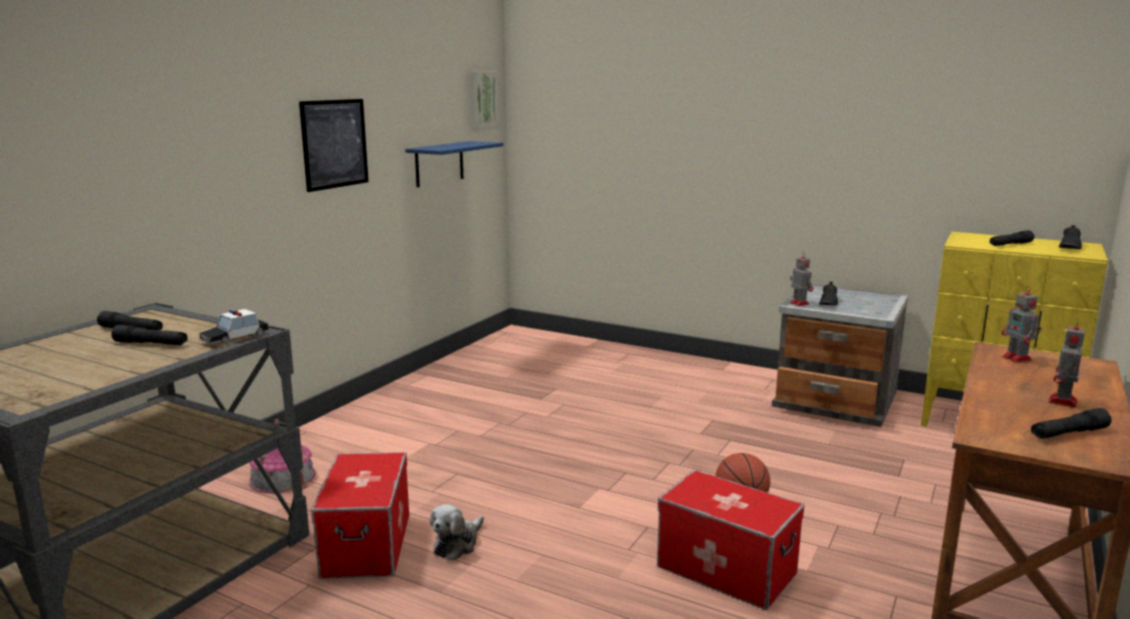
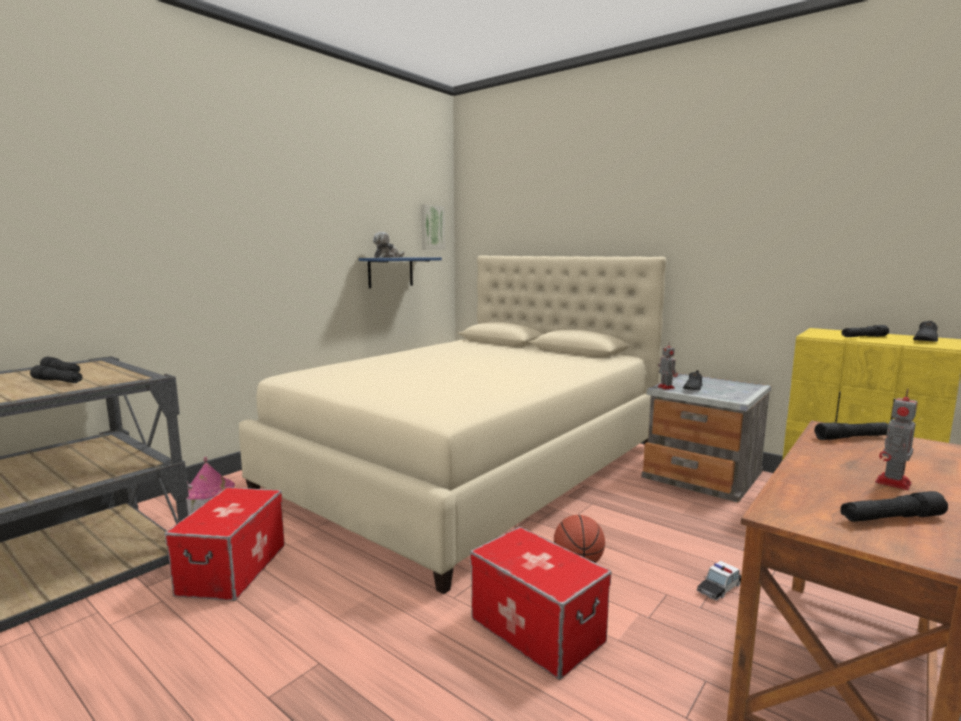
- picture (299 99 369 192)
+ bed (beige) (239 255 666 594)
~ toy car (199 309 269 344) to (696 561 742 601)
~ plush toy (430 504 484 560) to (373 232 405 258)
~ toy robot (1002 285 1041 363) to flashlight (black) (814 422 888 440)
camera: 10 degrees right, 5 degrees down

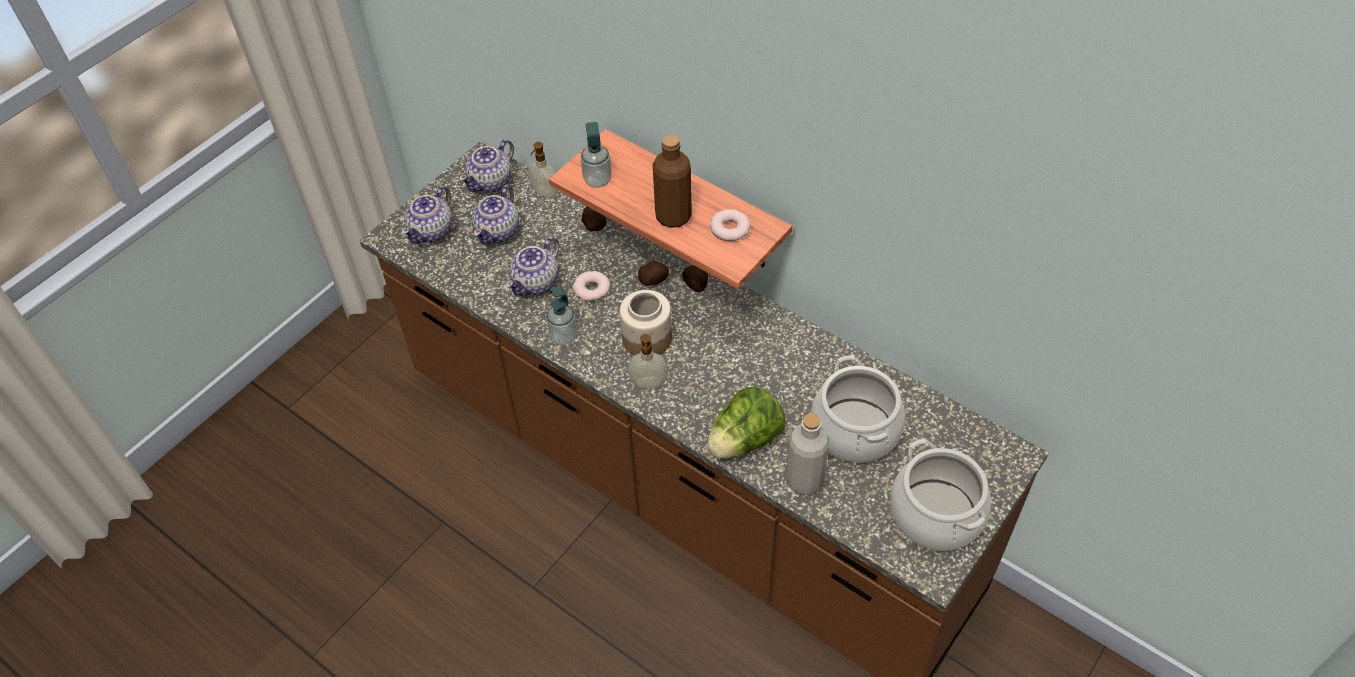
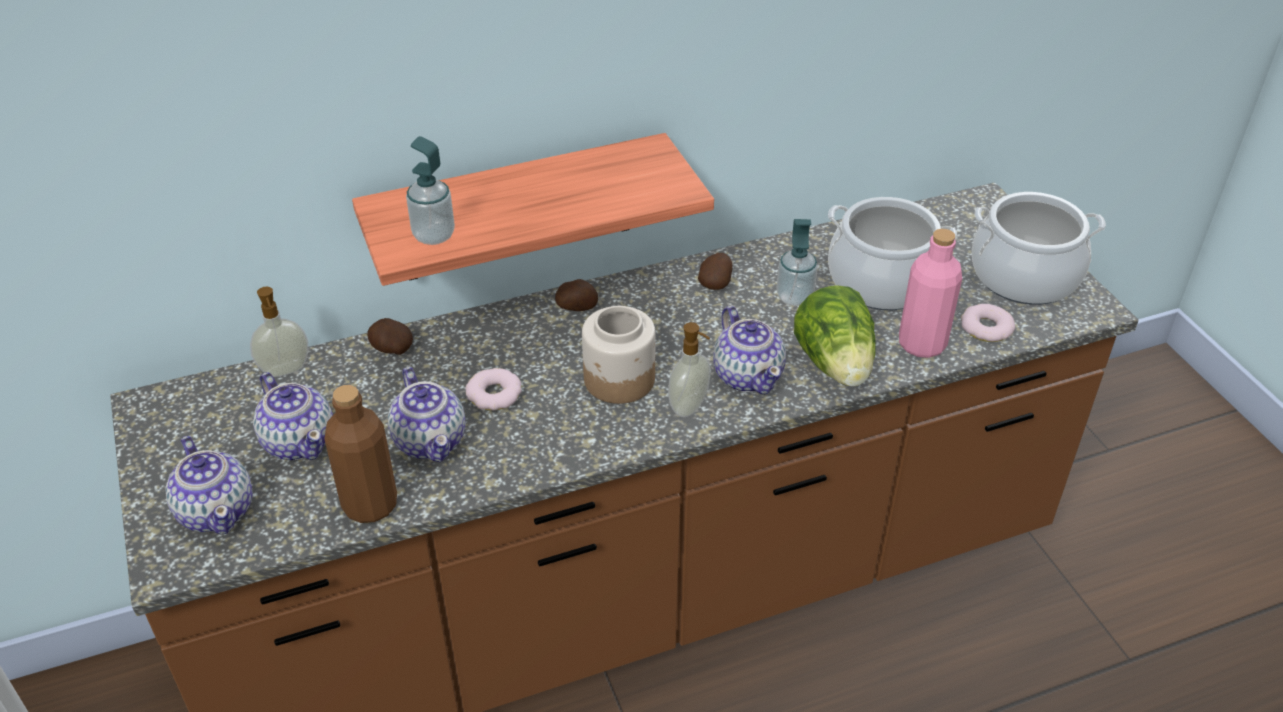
~ teapot (459 139 514 193) to (713 306 786 394)
~ soap dispenser (546 287 577 345) to (776 219 818 306)
~ potato (638 261 669 286) to (698 253 733 290)
~ bottle (brown) (653 135 692 228) to (324 385 397 523)
~ donut (710 209 751 241) to (961 304 1015 342)
~ bottle (grey) (786 413 829 495) to bottle (pink) (899 229 962 358)
camera: 60 degrees left, 10 degrees down

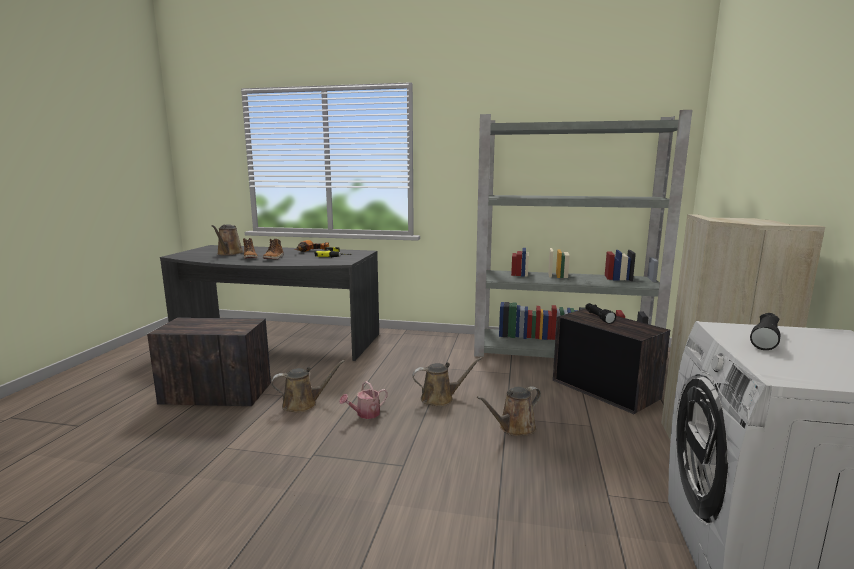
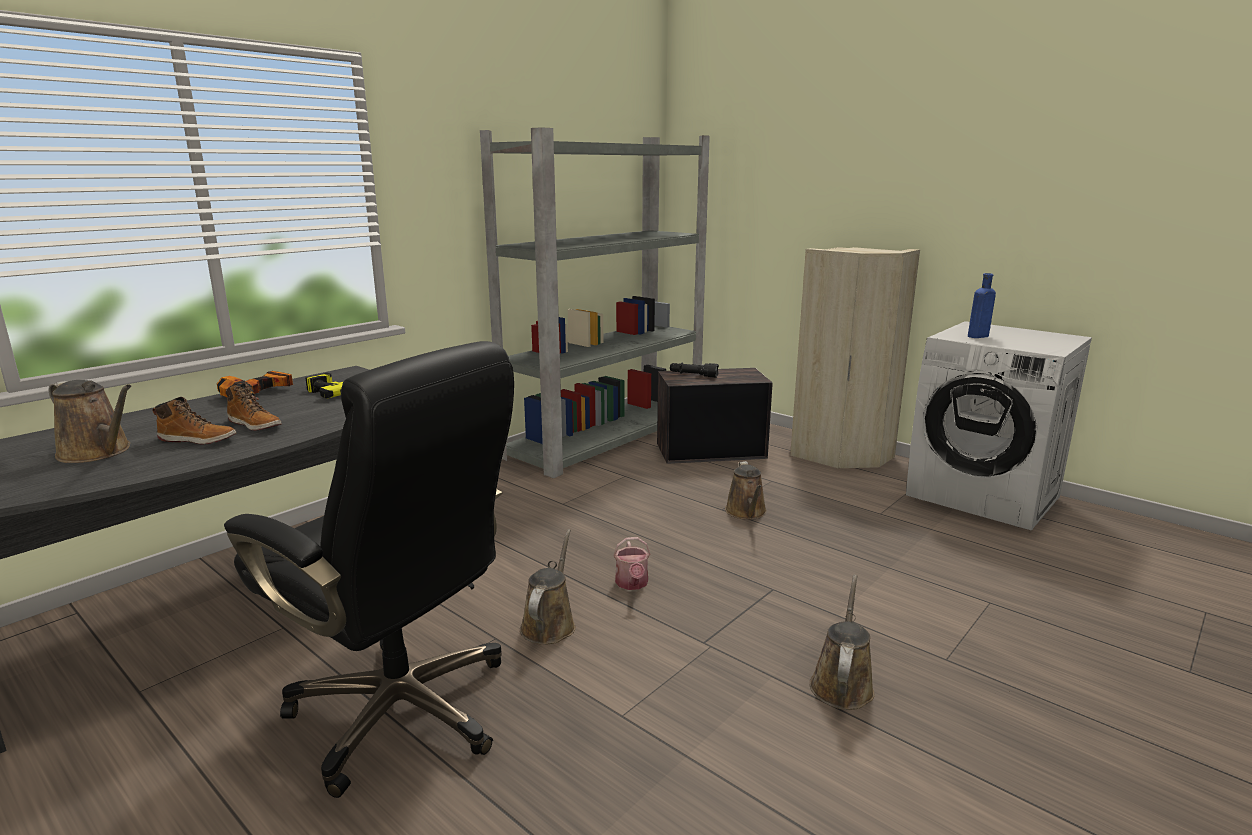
~ watering can (brown) (413 357 482 406) to (809 575 875 710)
~ crate (147 317 271 406) to office chair (black) (224 341 514 798)
~ flashlight (black) (750 313 781 350) to bottle (blue) (968 273 996 338)
camera: 60 degrees left, 5 degrees up

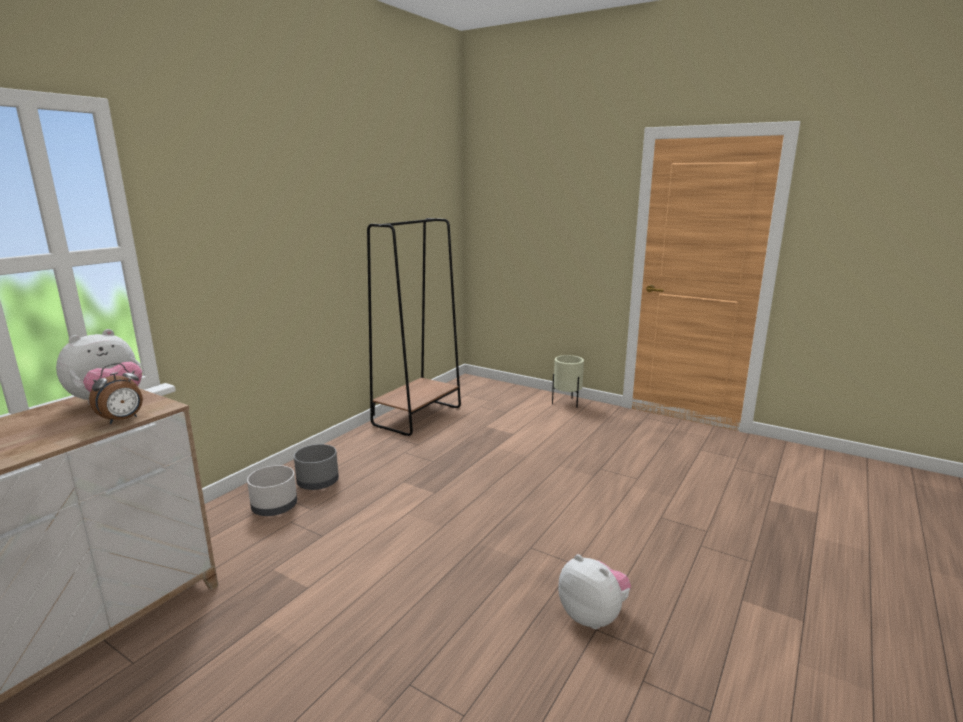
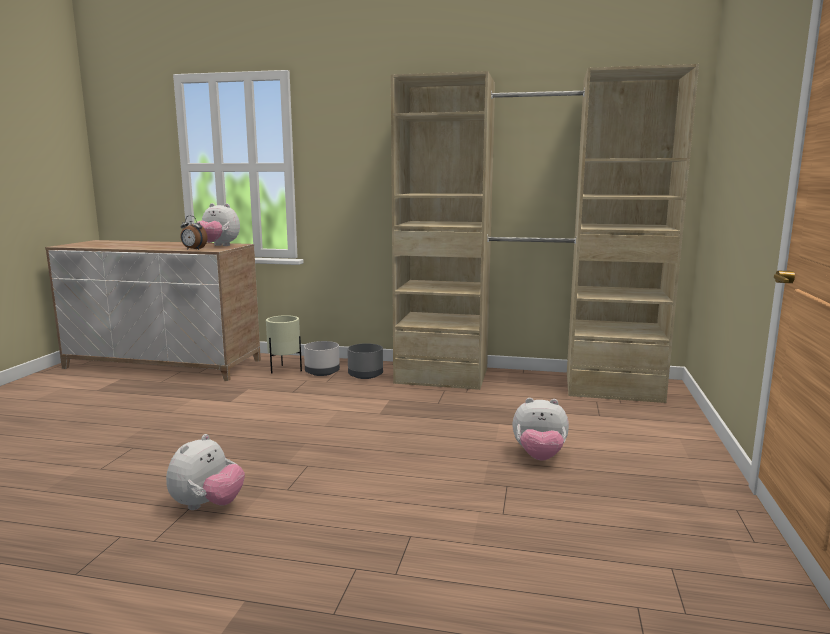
+ plush toy (512 398 569 461)
~ planter (beige) (552 355 584 408) to (266 315 302 374)
~ clothes rack (367 218 461 436) to wardrobe (beige) (391 64 699 403)
camera: 70 degrees right, 5 degrees down

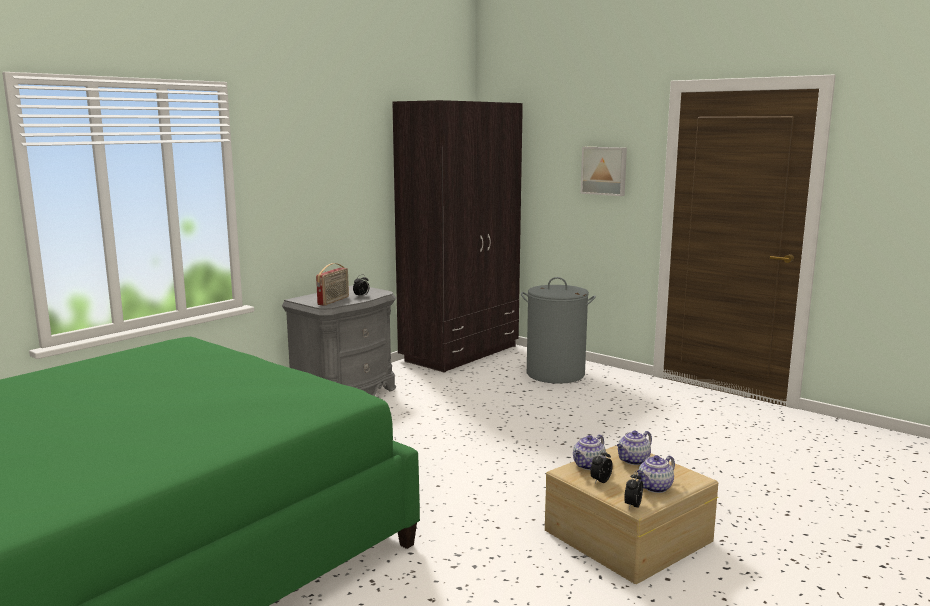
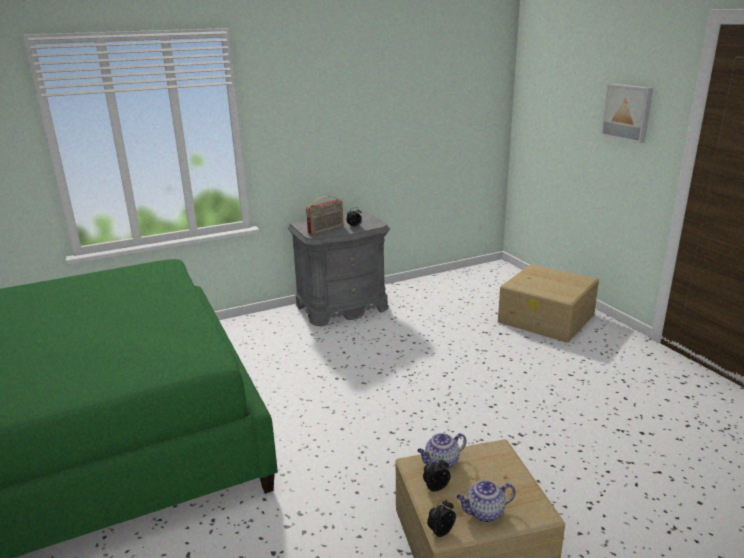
- wardrobe (brown) (392 100 523 373)
- teapot (617 430 652 465)
~ laundry basket (grey) (521 277 596 384) to storage box (beige) (498 264 599 343)
camera: 25 degrees right, 10 degrees up

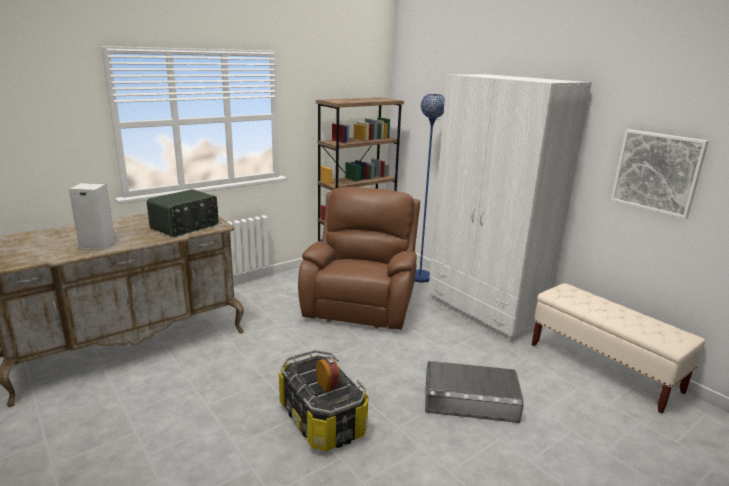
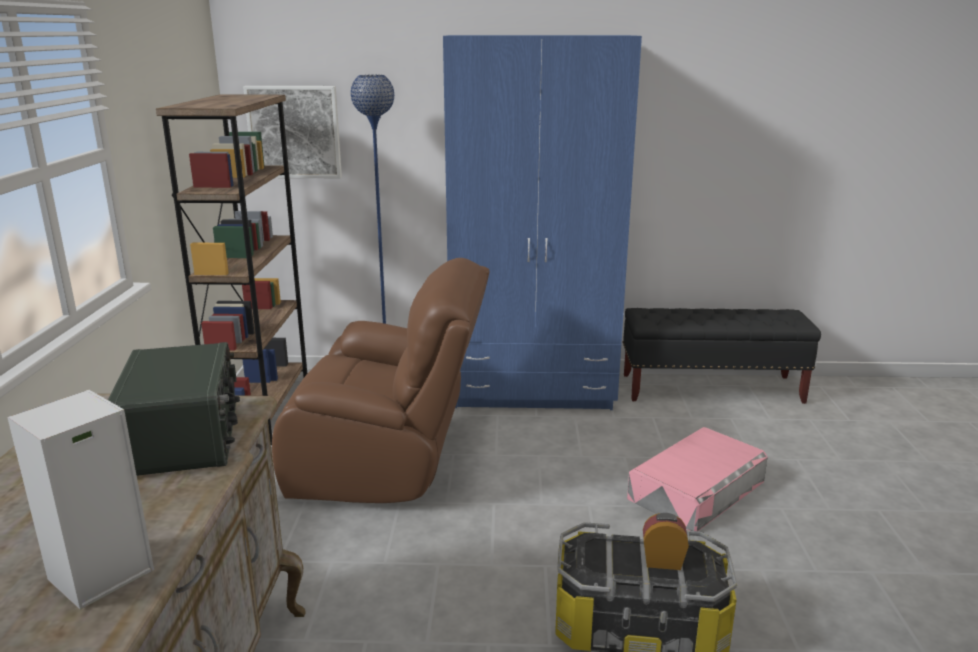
~ picture (611 129 709 219) to (243 86 342 178)
~ storage box (grey) (425 361 524 423) to storage box (pink) (627 427 768 531)
~ wardrobe (white) (428 74 592 343) to wardrobe (blue) (443 35 642 410)
~ bench (beige) (532 283 705 414) to bench (black) (622 308 821 404)
~ armchair (brown) (298 187 420 330) = (272 258 489 503) 135 degrees clockwise
camera: 50 degrees left, 0 degrees up

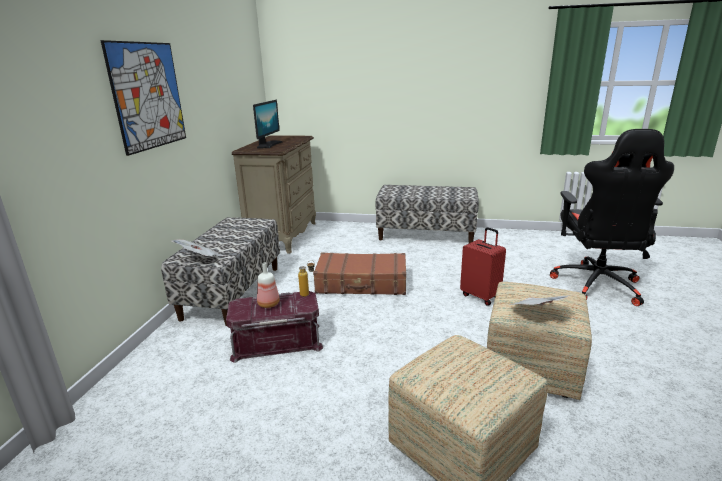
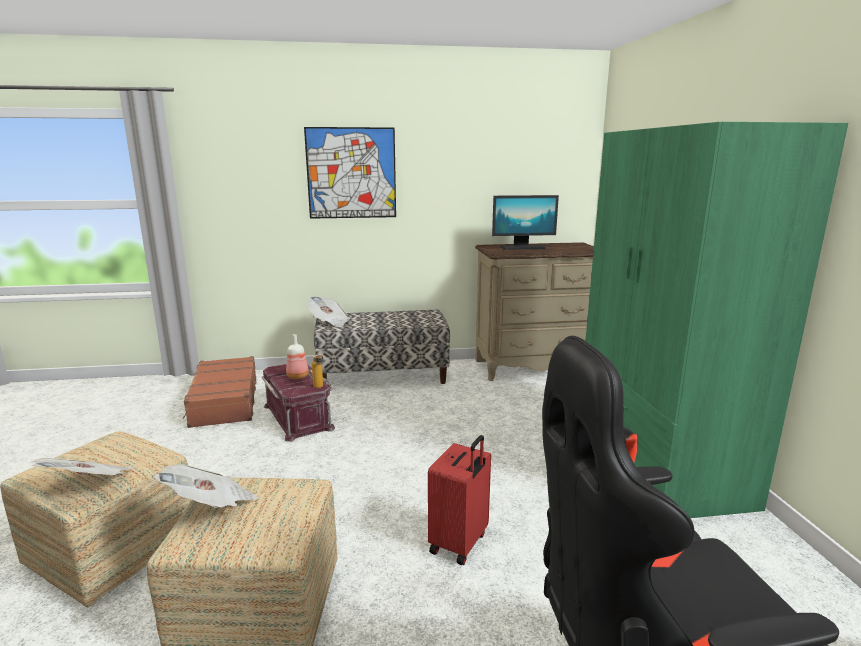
+ newspaper (31 458 135 475)
~ suitcase (brown) (313 252 406 295) to (183 356 256 428)
~ bench (375 185 479 243) to wardrobe (green) (585 122 848 518)
camera: 70 degrees right, 5 degrees down

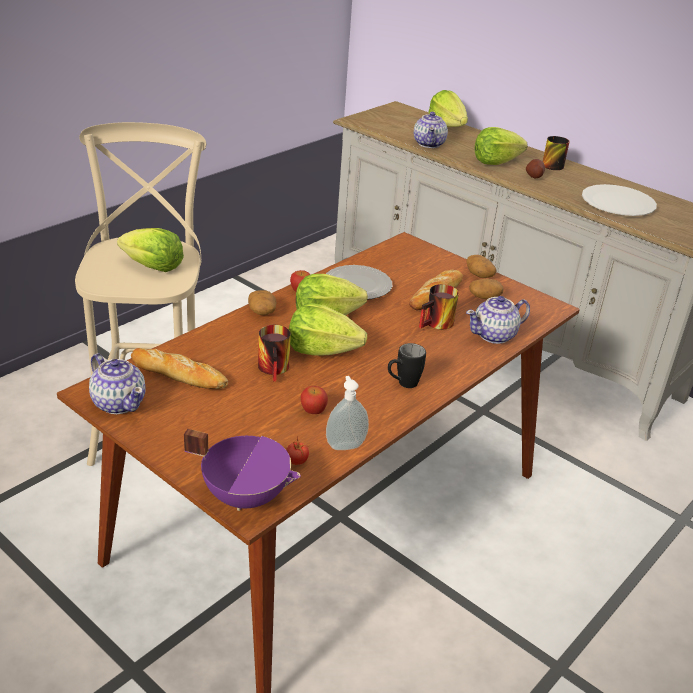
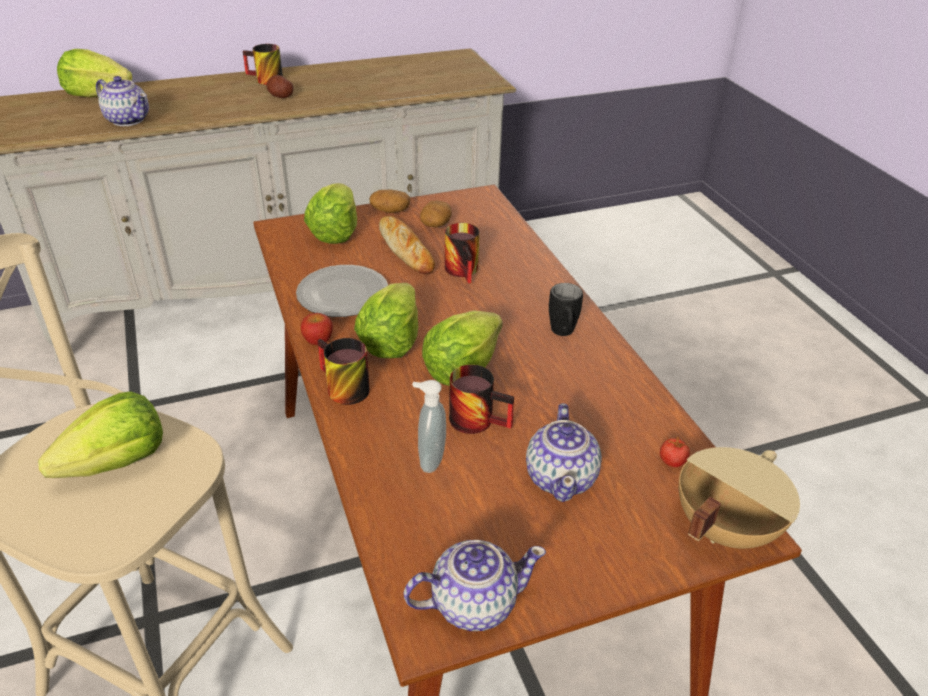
- bread (131 348 228 389)
- apple (301 386 328 414)
- plate (white) (582 184 657 216)
~ soap dispenser (326 376 369 450) to (412 380 446 473)
~ teapot (466 296 530 344) to (526 403 602 502)
~ lettuce (475 127 528 165) to (304 183 357 244)
~ potato (248 290 276 315) to mug (317 338 370 405)
~ cooking pot (purple) (184 429 301 511) to cooking pot (beige) (679 447 800 549)
camera: 60 degrees left, 5 degrees up

